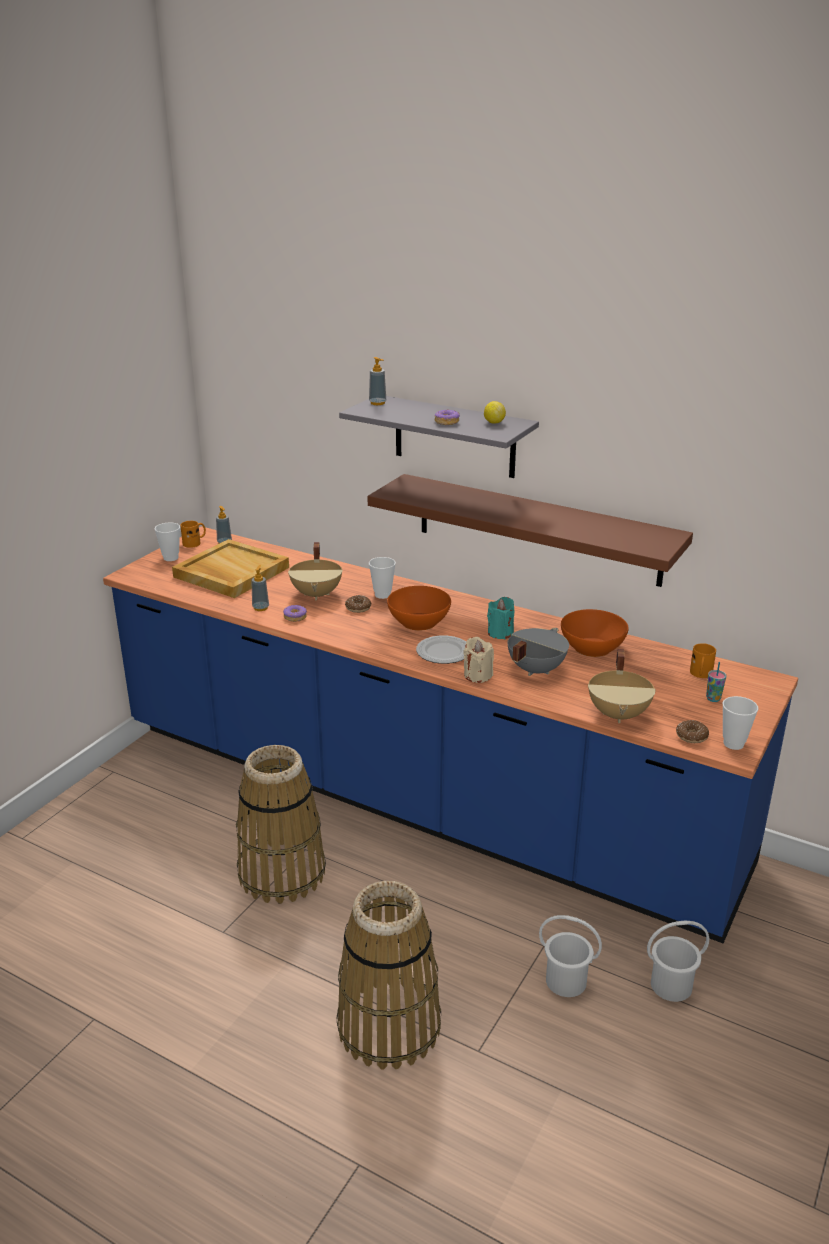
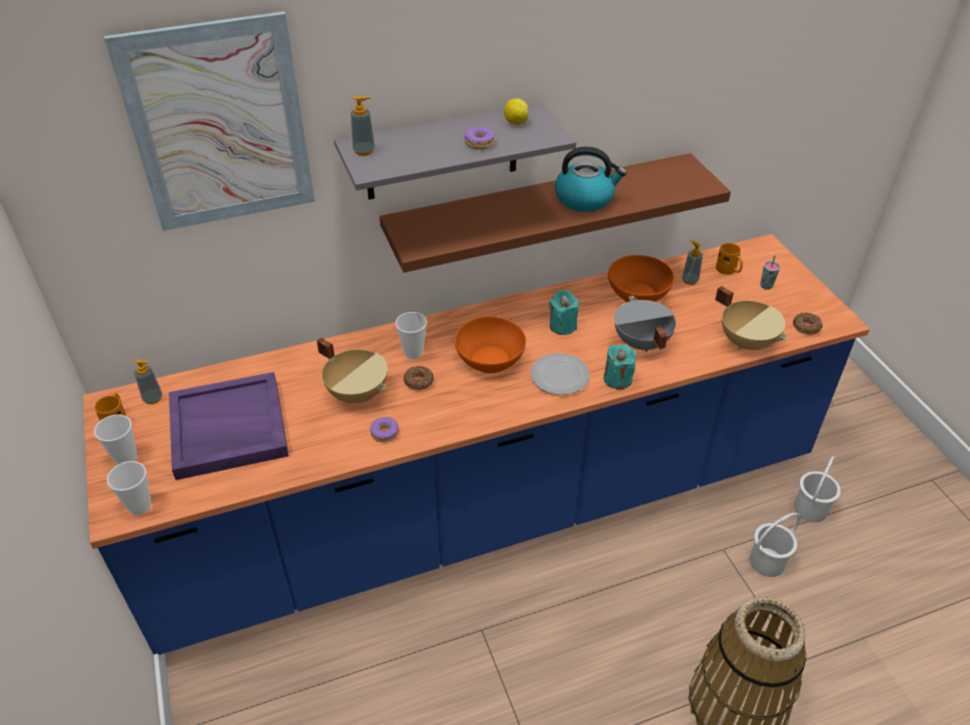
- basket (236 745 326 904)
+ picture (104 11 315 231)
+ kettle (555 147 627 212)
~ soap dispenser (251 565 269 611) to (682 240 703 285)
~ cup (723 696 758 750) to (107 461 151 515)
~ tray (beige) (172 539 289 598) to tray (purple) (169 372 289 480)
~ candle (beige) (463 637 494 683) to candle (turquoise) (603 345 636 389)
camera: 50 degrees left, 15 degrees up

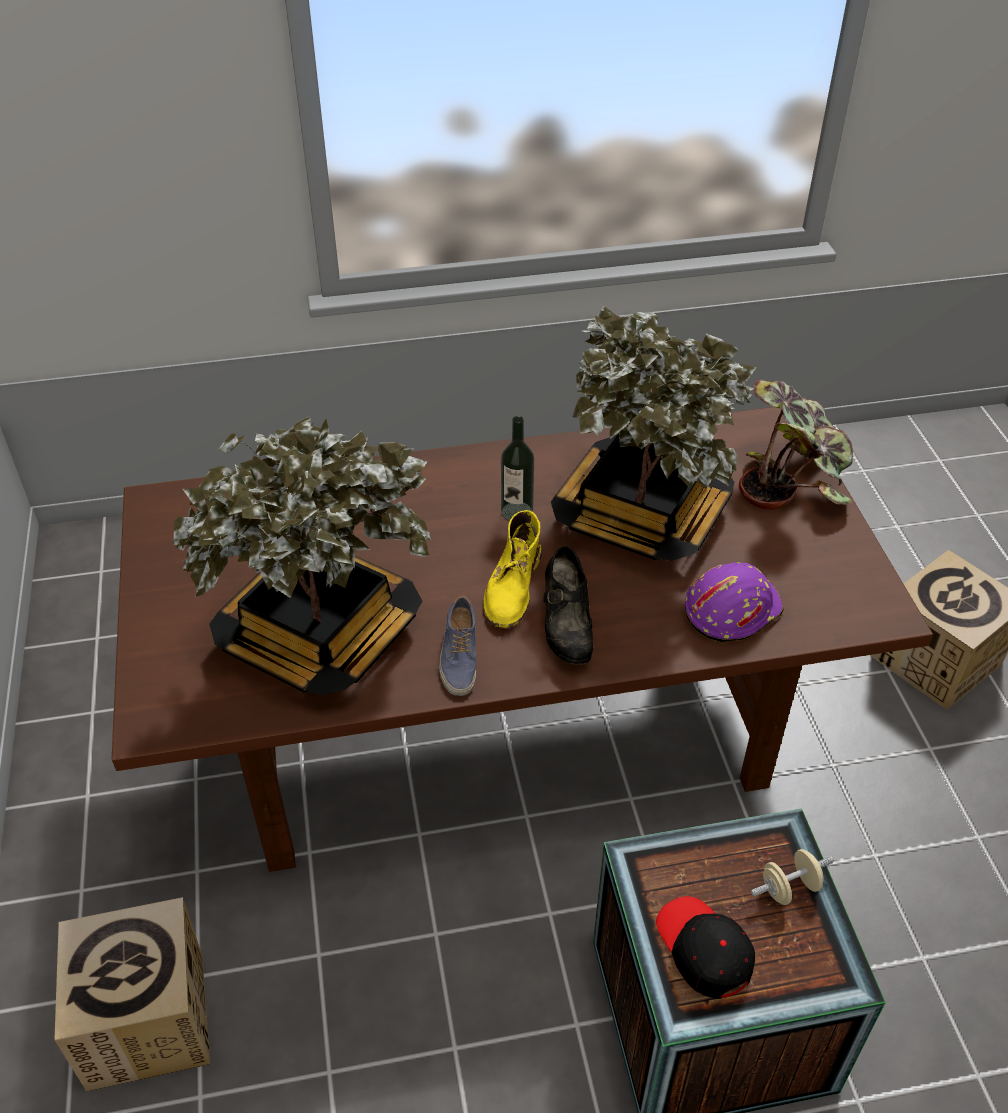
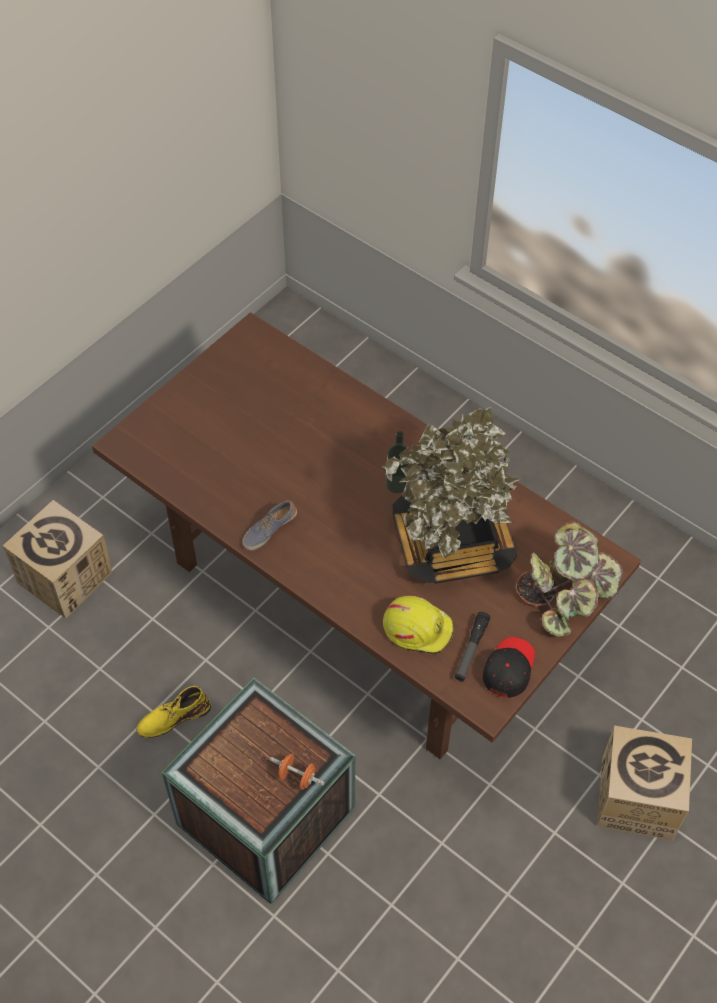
- potted plant (173 417 431 695)
- shoe (black) (544 546 593 665)
+ flashlight (455 612 490 682)
~ boot (yellow) (483 510 542 628) to (137 686 211 738)
~ cap (black) (656 896 755 999) to (482 637 535 698)
~ hard hat (purple) (685 562 784 642) to hard hat (yellow) (383 595 453 654)
~ dumbbell (beige) (751 849 834 905) to dumbbell (orange) (270 754 325 790)
camera: 50 degrees right, 10 degrees up

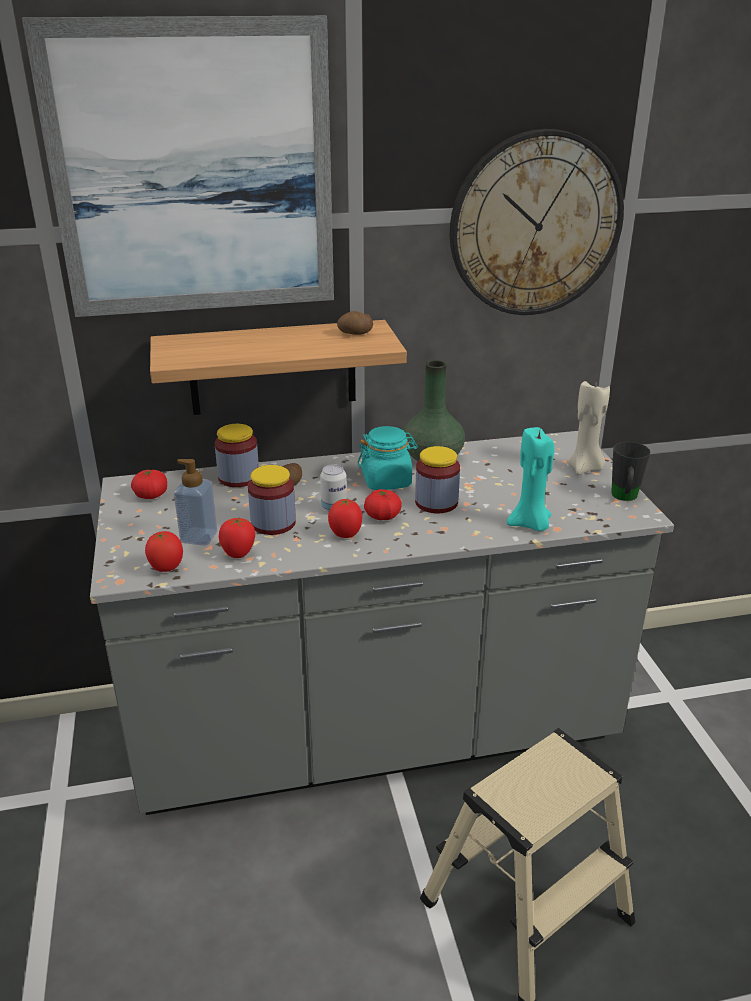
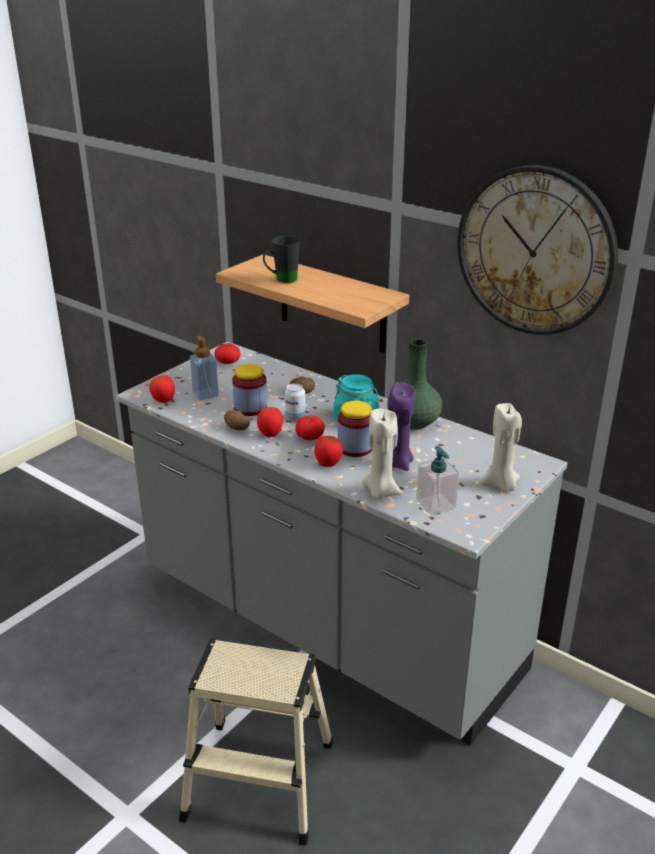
- picture (22 16 334 317)
- jar (215 424 259 487)
+ candle (purple) (388 382 416 471)
+ soap dispenser (416 446 459 515)
~ tomato (219 518 255 558) to (315 436 343 467)
~ potato (337 311 373 335) to (224 410 250 431)
~ mug (black) (611 442 650 501) to (263 236 300 283)
~ candle (turquoise) (507 427 554 531) to candle (beige) (362 409 402 500)
camera: 50 degrees right, 0 degrees up

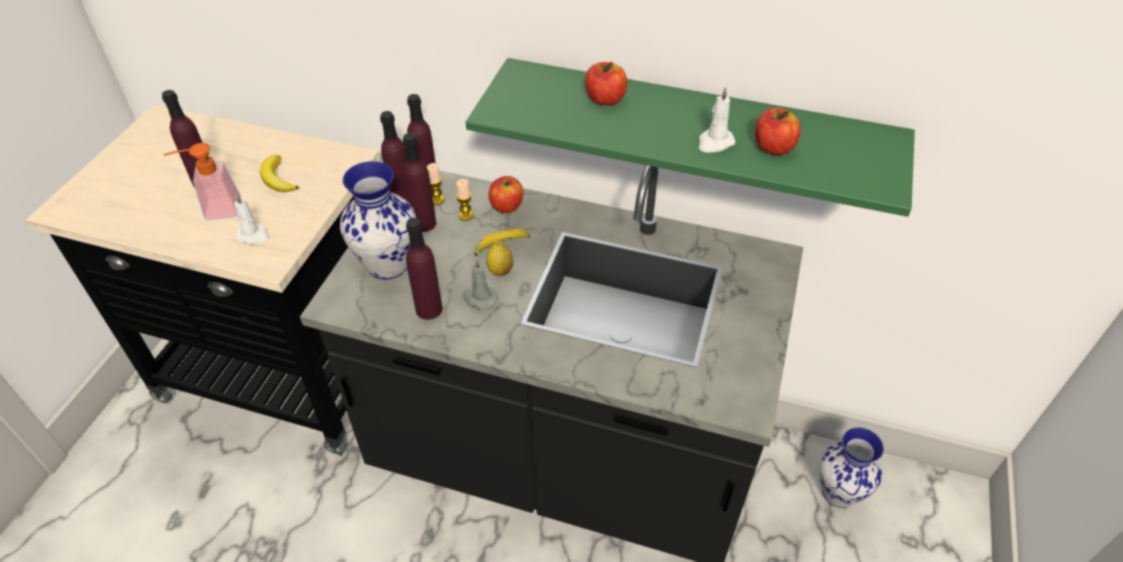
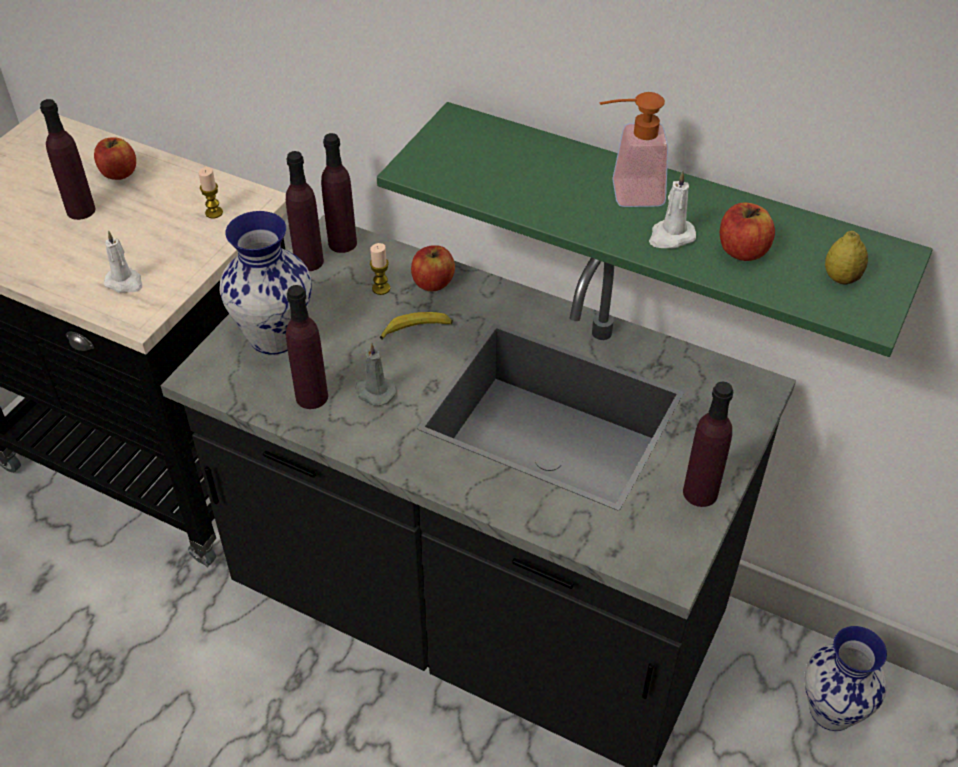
- banana (260 154 299 192)
~ soap dispenser (163 143 241 220) to (599 92 668 207)
~ bottle (purple) (403 133 436 232) to (683 382 733 507)
~ candle (427 163 445 205) to (198 167 223 218)
~ lemon (486 241 513 276) to (825 231 868 285)
~ apple (585 62 627 105) to (94 137 136 180)
camera: 10 degrees right, 0 degrees up

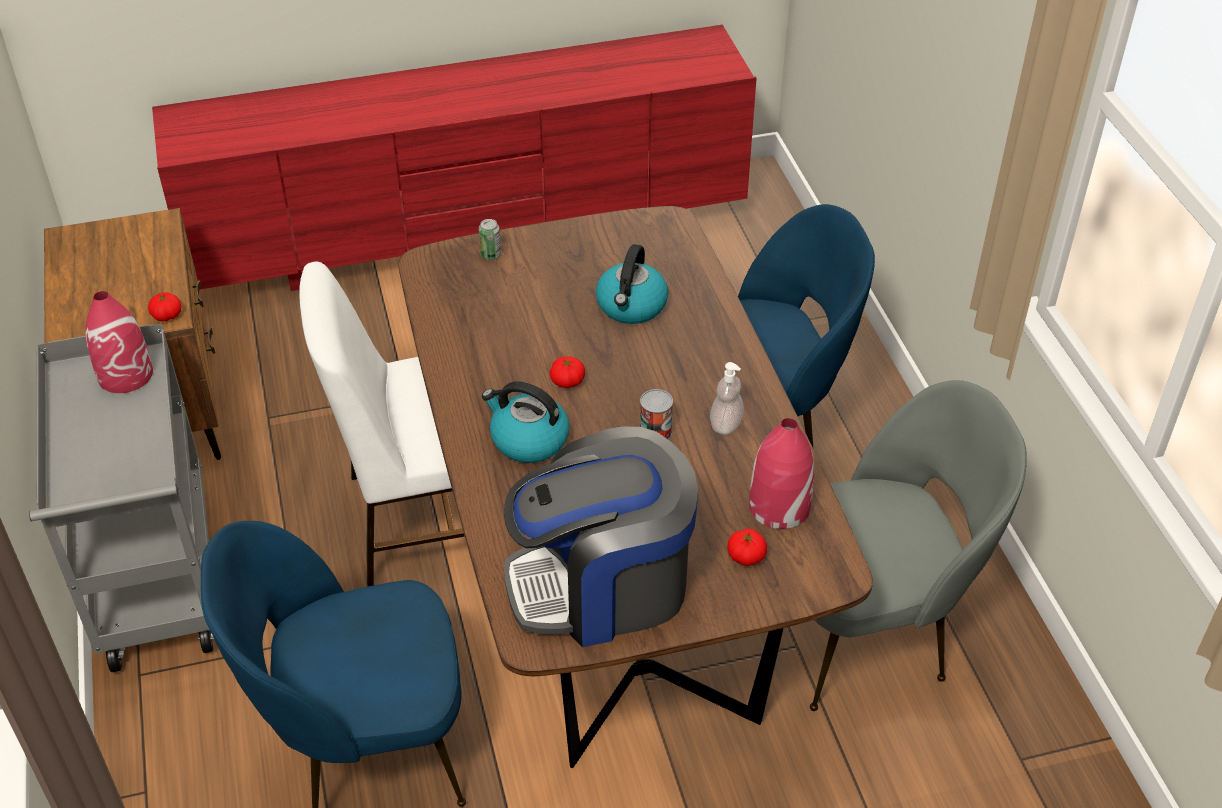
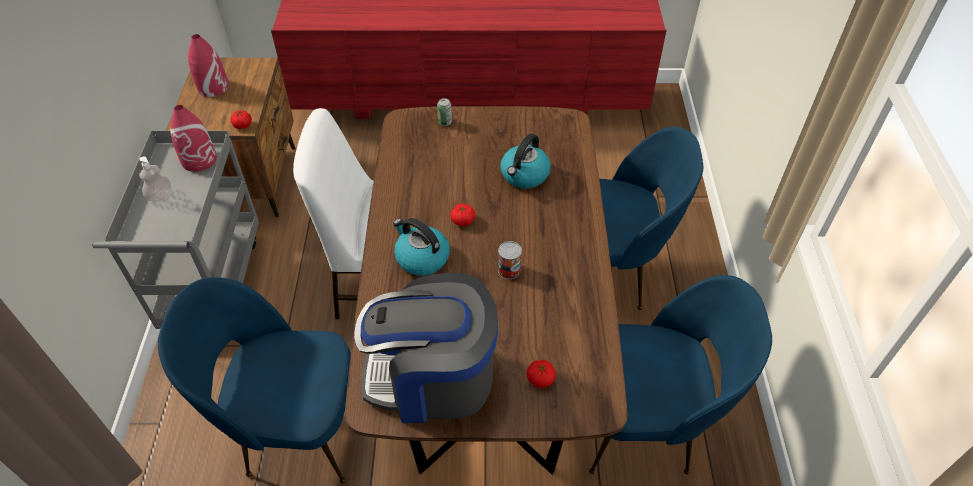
~ soap dispenser (710 362 744 435) to (139 156 171 202)
~ vase (red) (749 418 815 529) to (188 34 229 97)
~ chair (grey) (810 380 1027 711) to chair (blue) (589 275 772 474)
camera: 15 degrees right, 5 degrees up

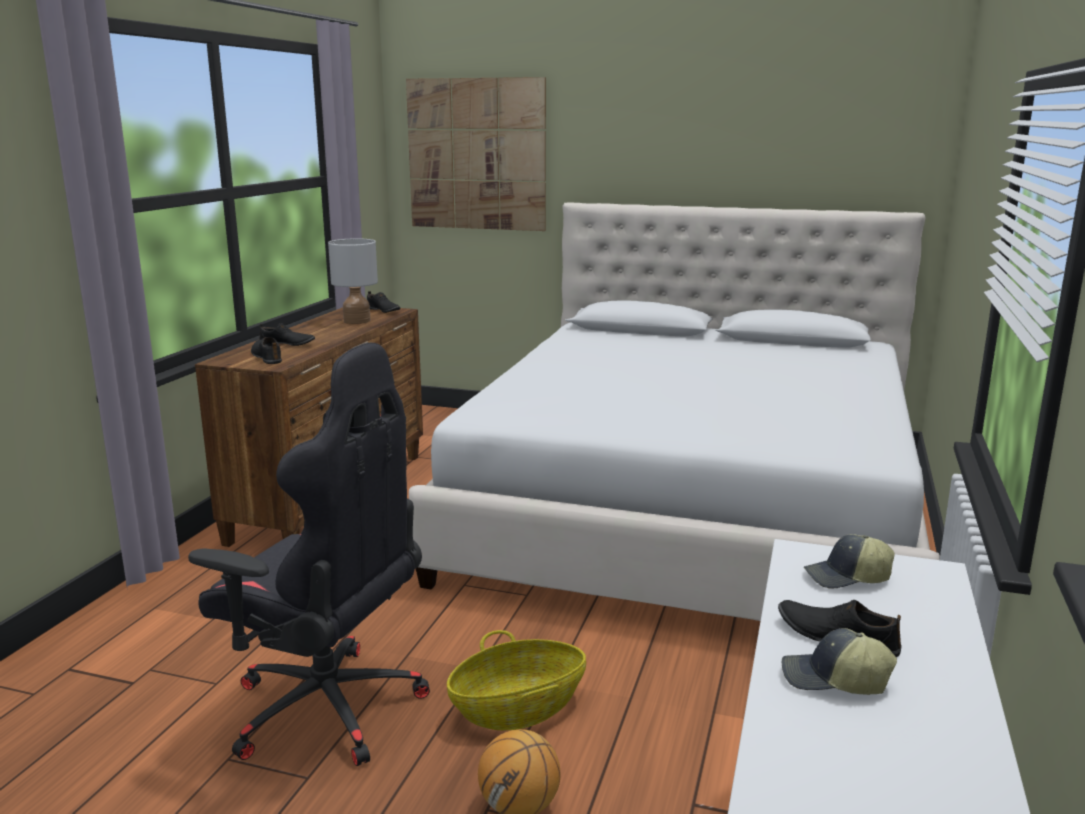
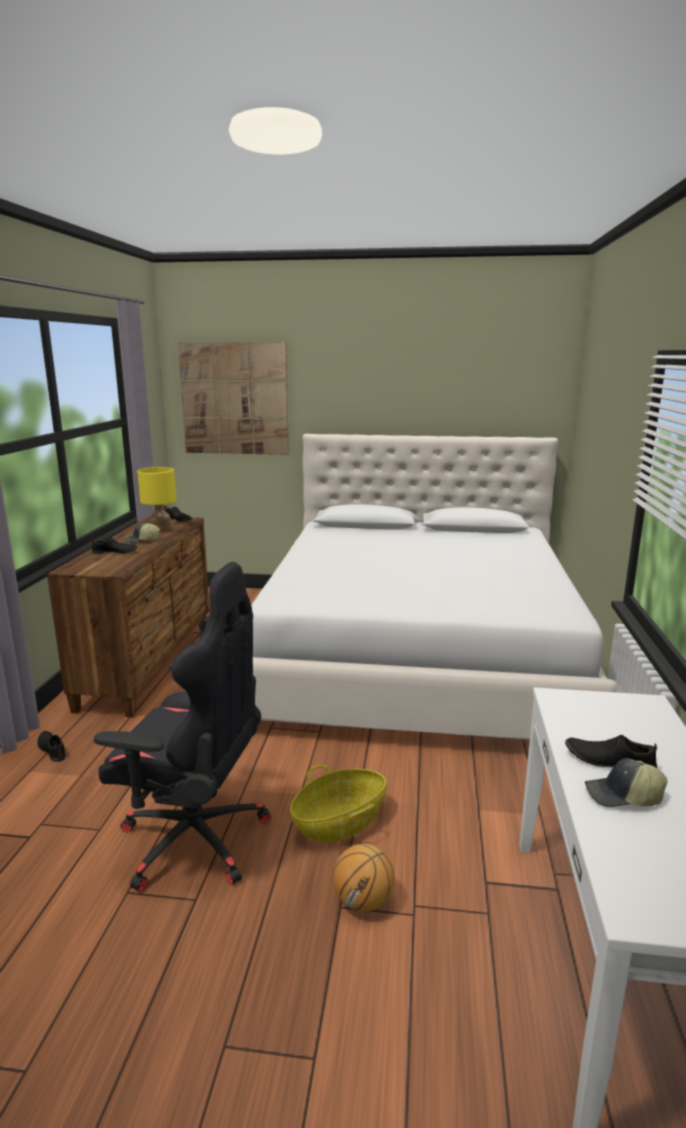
~ shoe (black) (251 337 282 364) to (37 731 66 762)
~ cap (804 534 895 589) to (124 523 160 543)
~ table lamp (grey) (328 238 378 324) to table lamp (yellow) (137 467 176 533)
camera: 10 degrees left, 0 degrees up

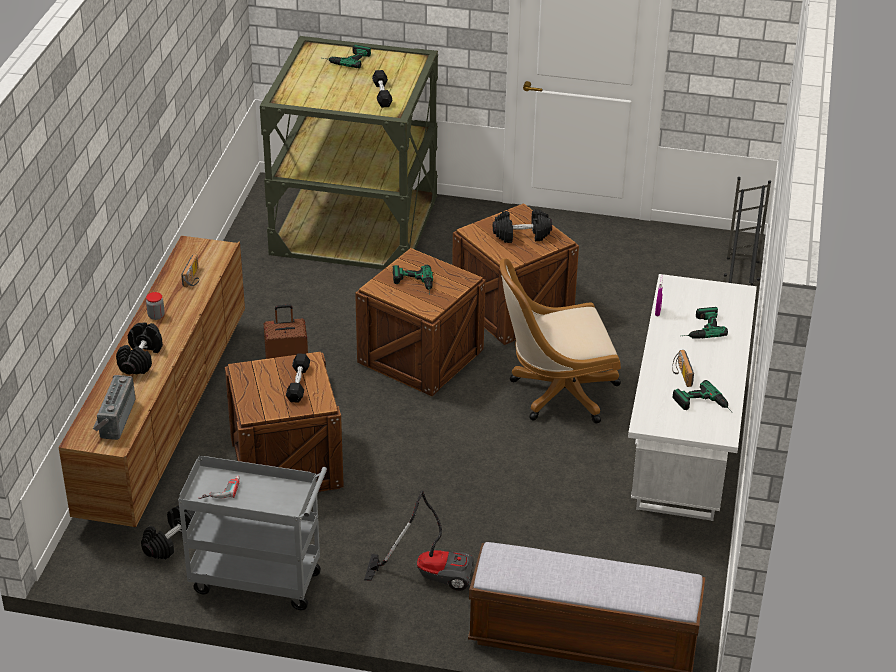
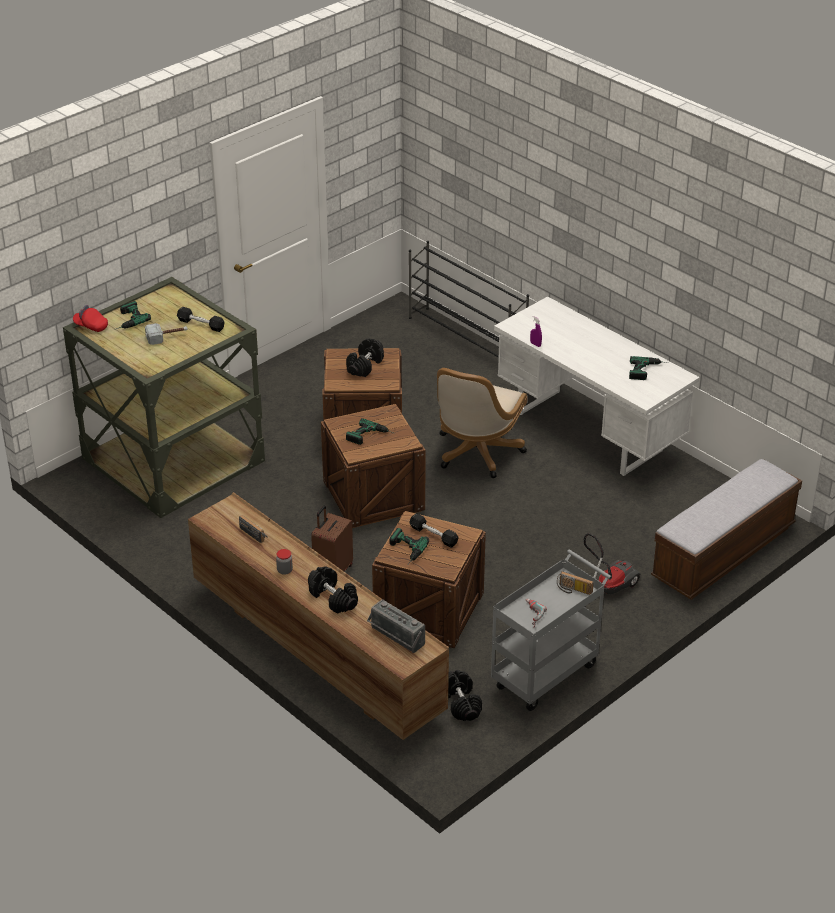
+ cap (red) (73 305 108 332)
+ hammer (145 323 188 345)
~ radio (672 350 694 387) to (557 571 594 595)
~ power drill (683 307 728 339) to (390 528 429 564)
camera: 55 degrees left, 0 degrees up

